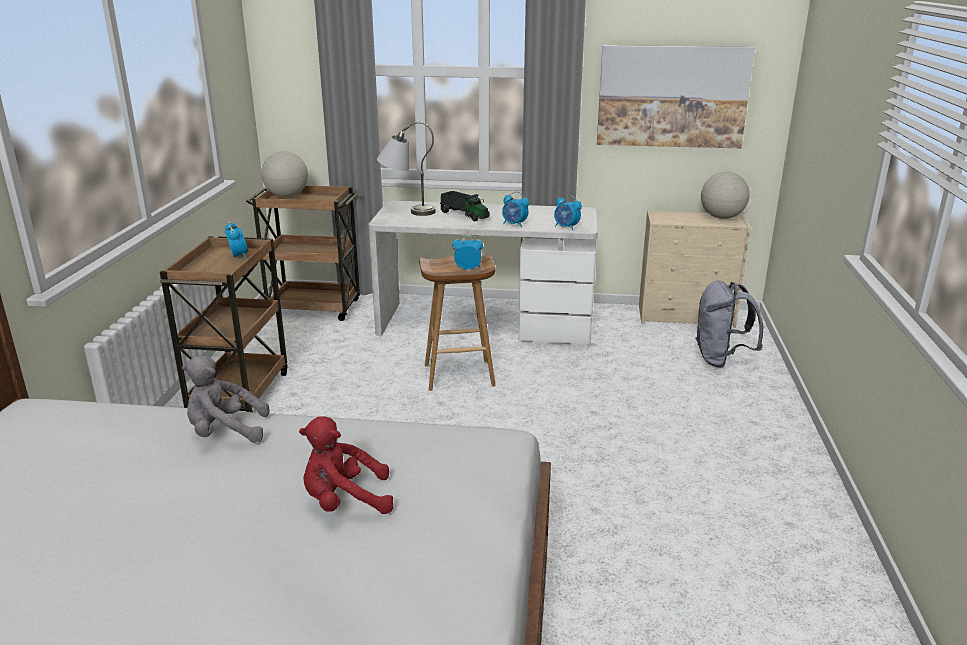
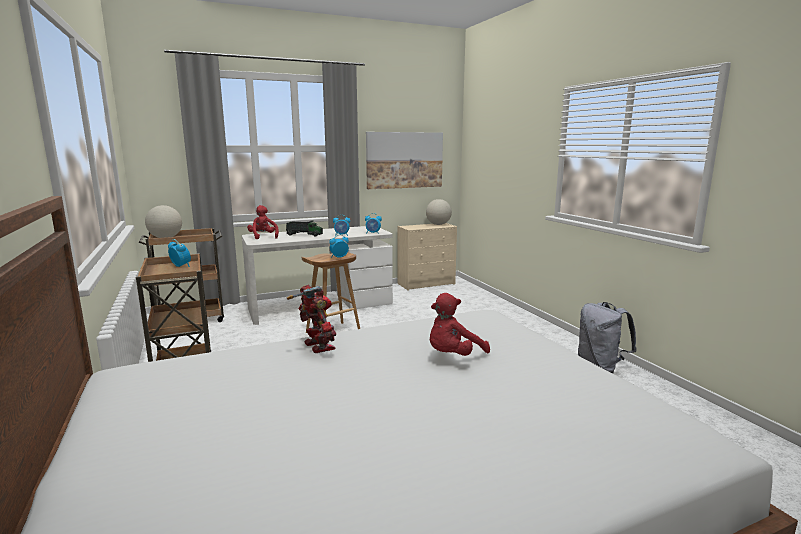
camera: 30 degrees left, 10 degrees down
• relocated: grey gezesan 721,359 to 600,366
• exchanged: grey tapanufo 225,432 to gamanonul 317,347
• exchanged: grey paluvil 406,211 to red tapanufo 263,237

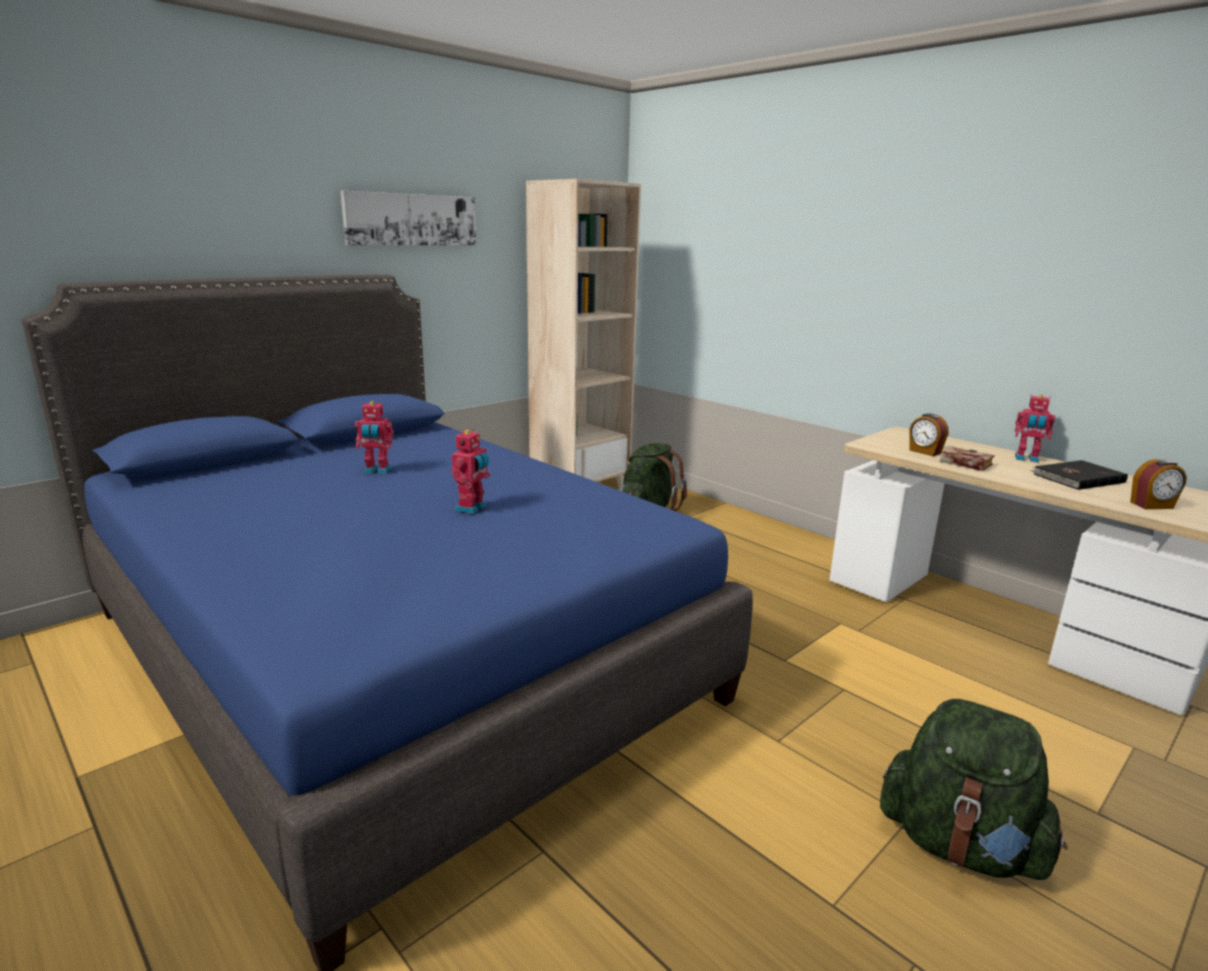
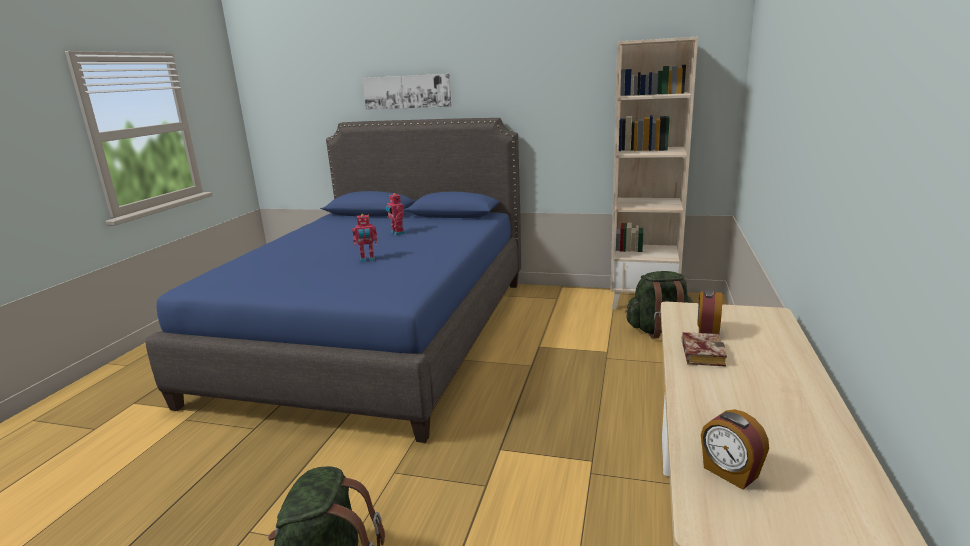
camera: 60 degrees right, 0 degrees up
• missing: gamanonul 1026,459
• missing: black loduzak 1076,478
• relocated: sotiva 411,220 to 407,92

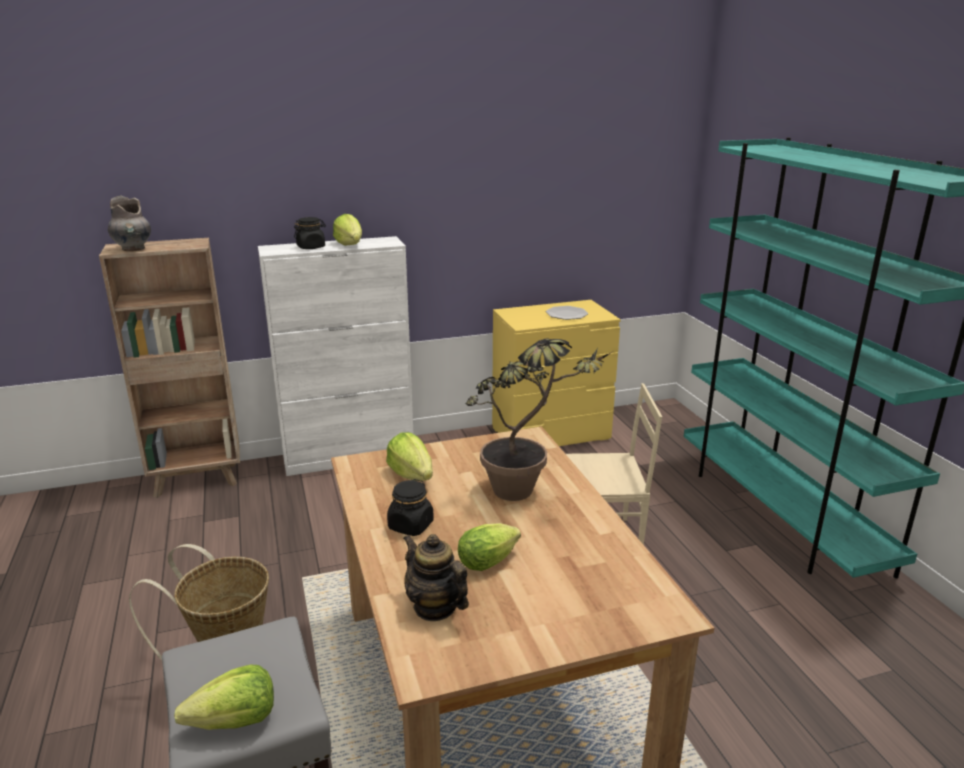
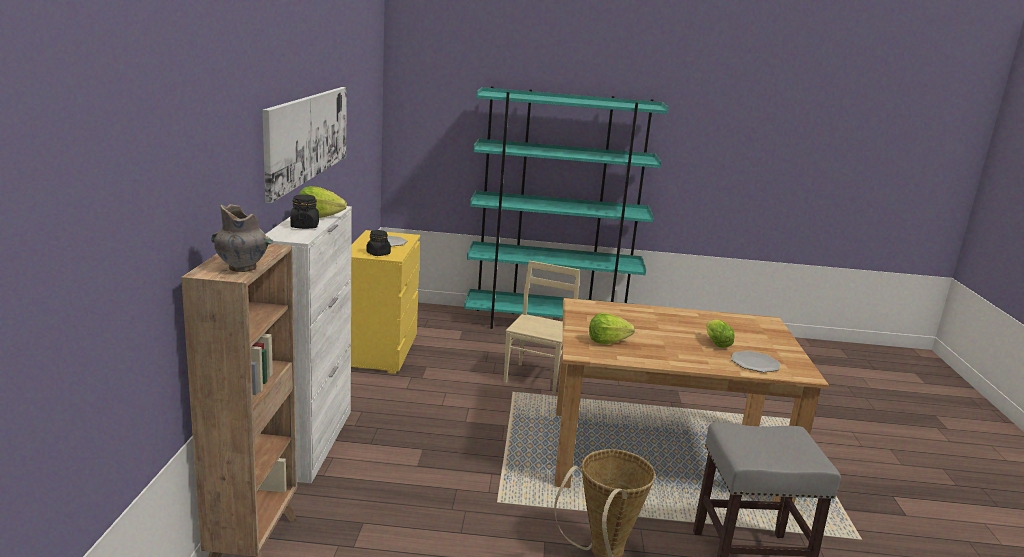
camera: 70 degrees left, 5 degrees down
• missing: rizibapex 235,722
• missing: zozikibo 527,493
• appeared: sotiva 308,137
• relocated: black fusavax 410,526 to 378,254
• exchanged: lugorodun 435,607 to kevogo 755,363

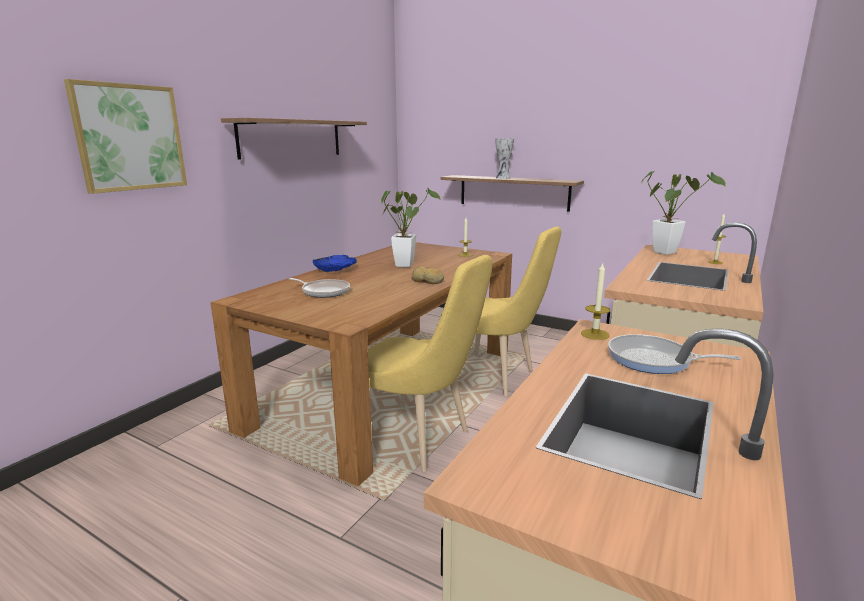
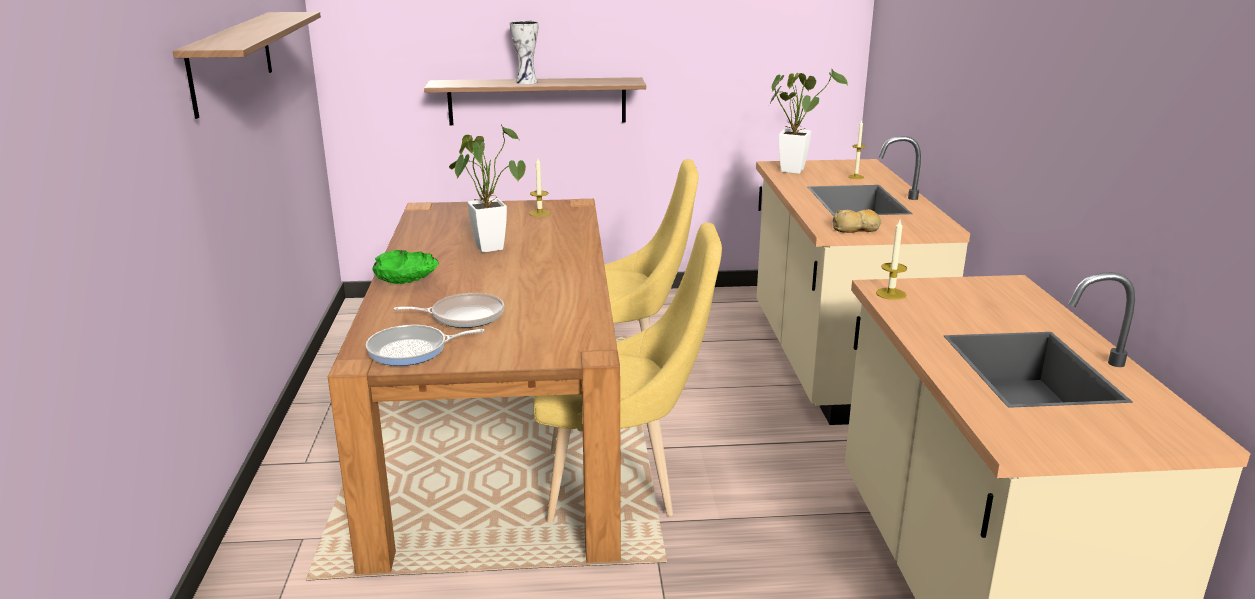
camera: 35 degrees left, 5 degrees up
• missing: sotiva 130,137
• relocated: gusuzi 427,281 to 856,229
• relocated: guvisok 654,360 to 412,350
• colour: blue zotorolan 335,270 to green zotorolan 405,277

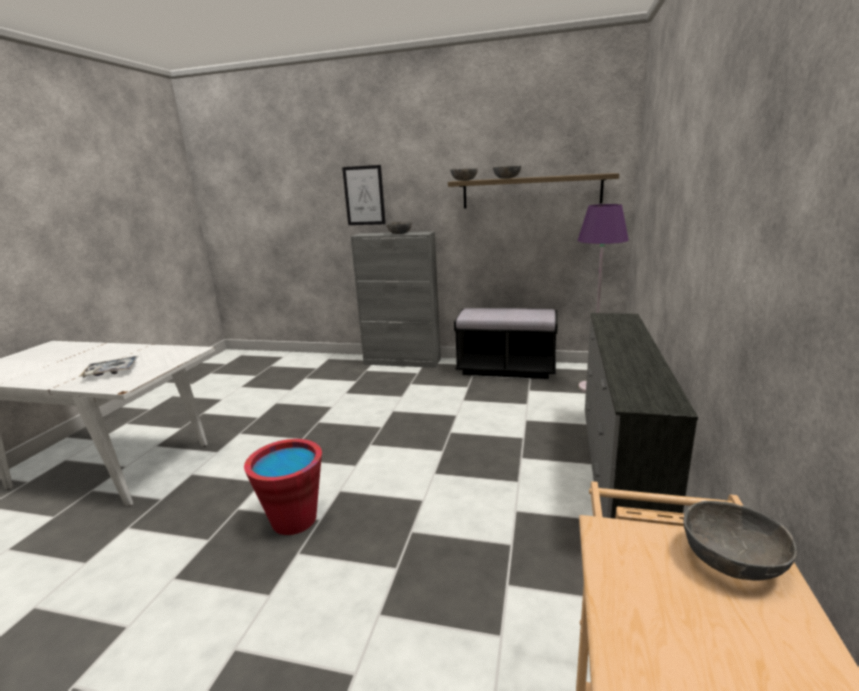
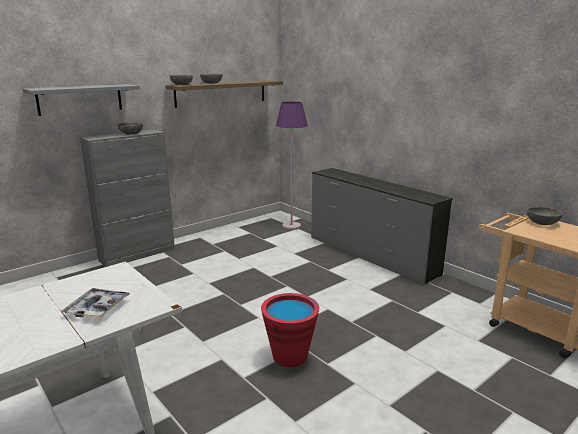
camera: 55 degrees left, 0 degrees up
• missing: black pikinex 506,369
• exchanged: sotiva 364,195 to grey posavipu 80,99

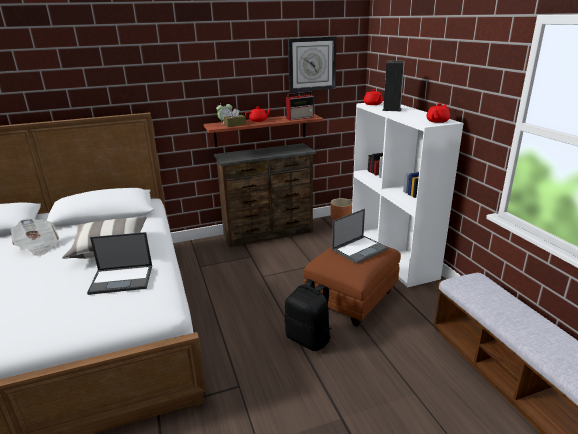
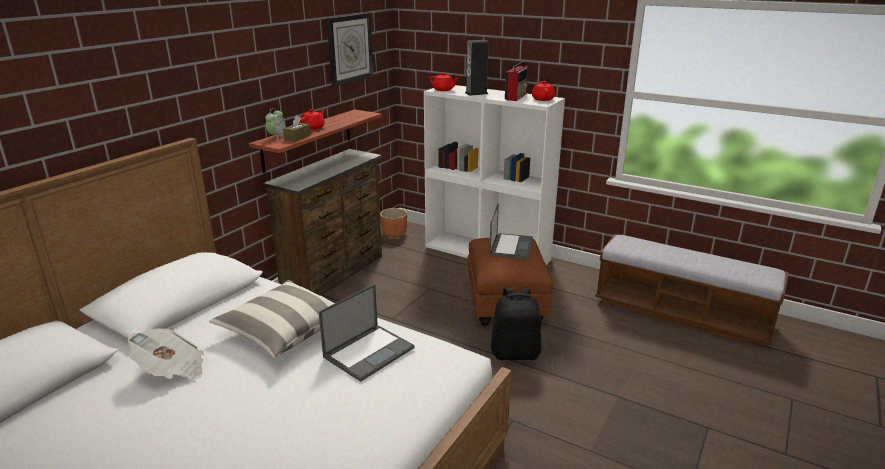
camera: 40 degrees left, 0 degrees up
• relocated: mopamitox 300,118 to 516,96

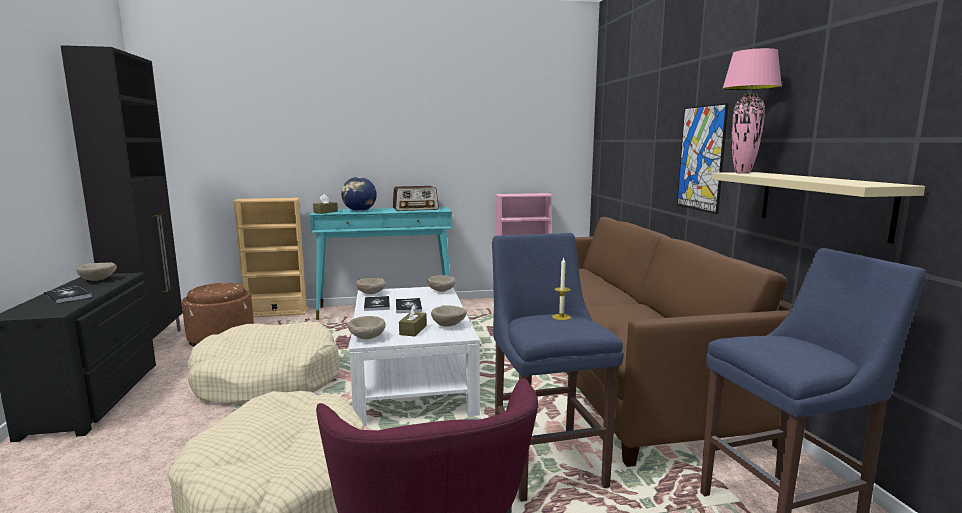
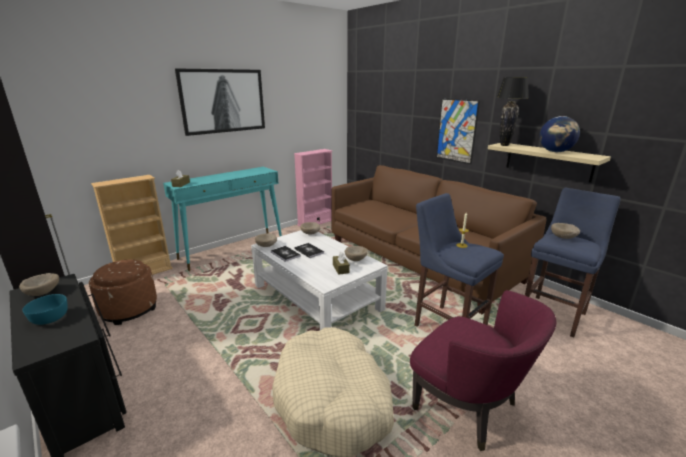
camera: 30 degrees left, 10 degrees up
• missing: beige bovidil 268,380
• missing: mopamitox 415,209
• appeared: sotiva 223,101
• relocated: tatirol 359,211 to 555,152
• relocated: beige zotorolan 366,338 to 563,238
• exchanged: loduzak 67,296 to turquoise zotorolan 49,317
• colour: pink paluvil 742,173 to black paluvil 504,145

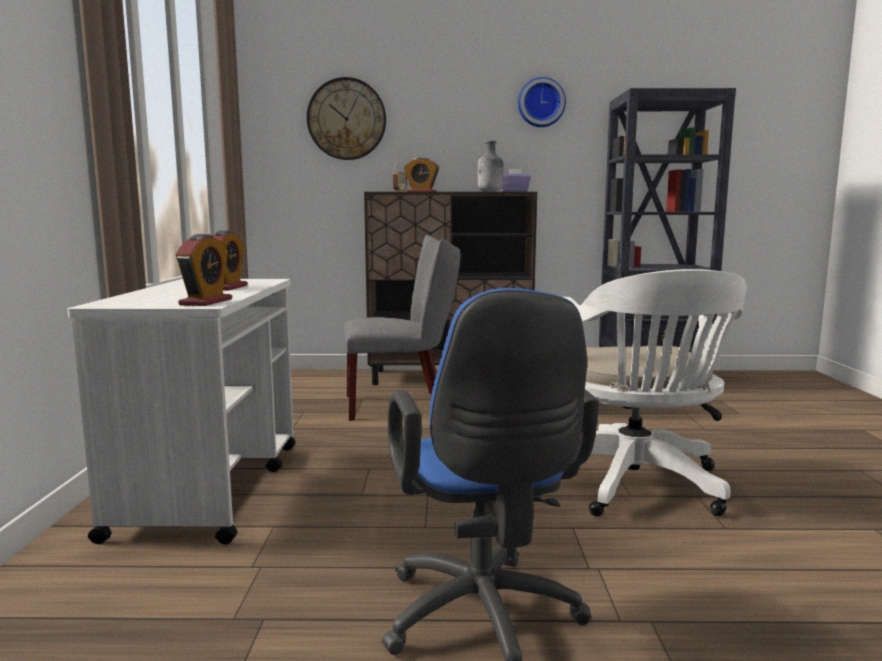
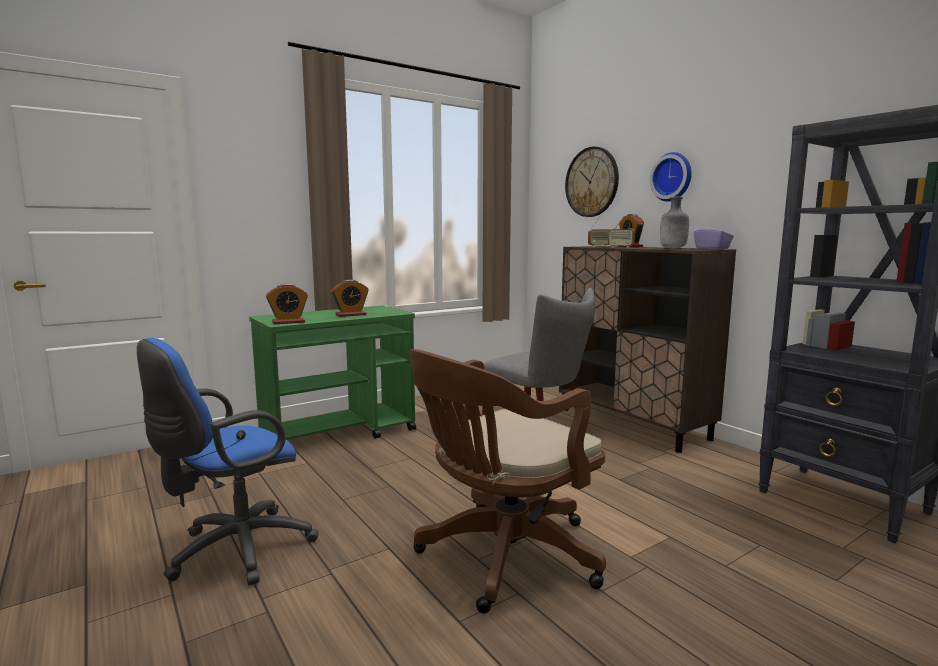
camera: 55 degrees right, 0 degrees up
• appeared: mopamitox 620,247
• relocated: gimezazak 541,103 to 672,177
• colour: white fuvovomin 211,487 to green fuvovomin 339,433
• colour: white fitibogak 636,486 to brown fitibogak 502,557

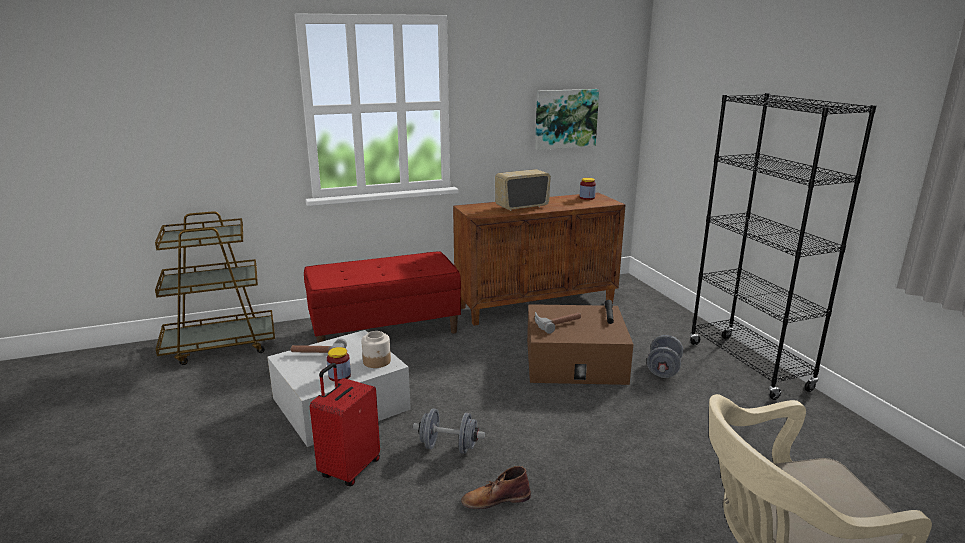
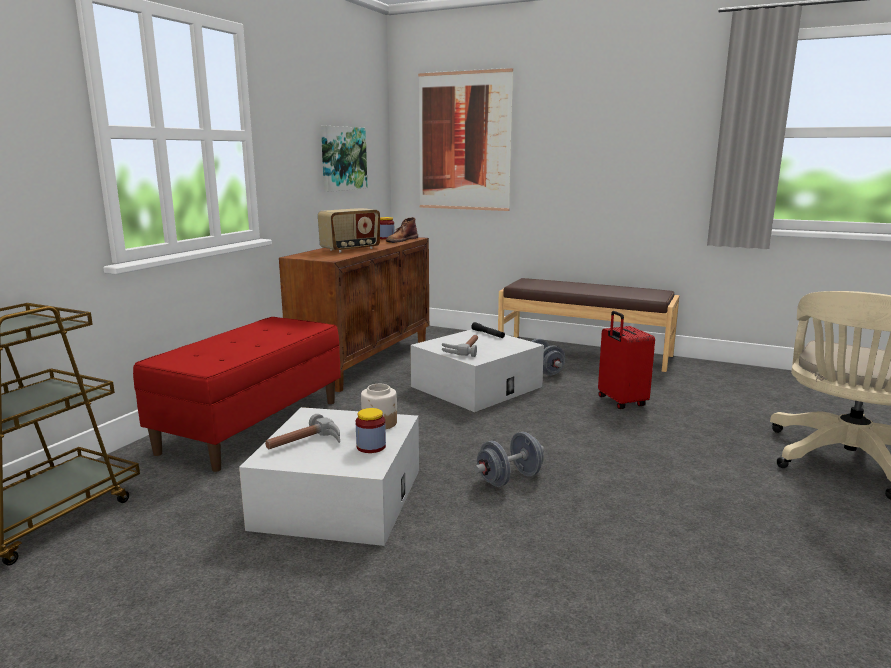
camera: 45 degrees left, 5 degrees down
• appeared: sotiva 464,141
• relocated: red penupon 349,469 to 620,402
• relocated: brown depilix 495,499 to 401,240
• exchanged: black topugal 748,366 to brown pikinex 584,352
• colour: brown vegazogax 575,361 to white vegazogax 476,386
• spun: mopamitox 521,207 = 351,249 150 degrees counterclockwise

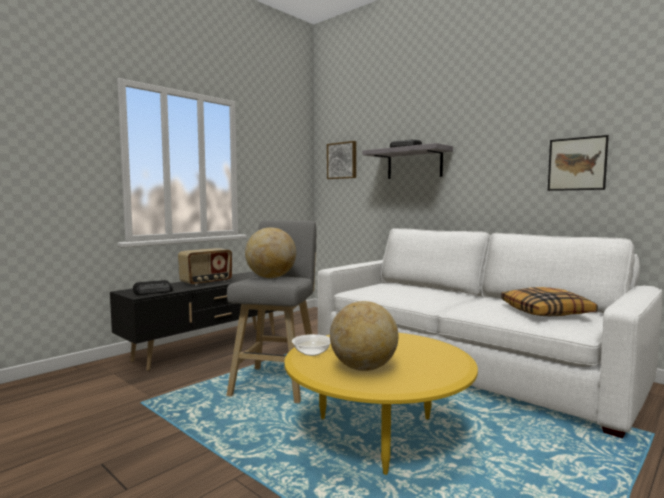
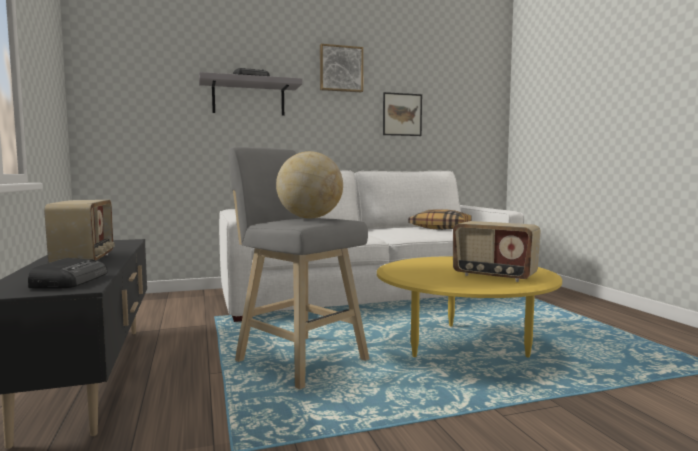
camera: 60 degrees left, 0 degrees up
• missing: zotorolan 311,352
• relocated: sotiva 342,160 to 340,69
• exchanged: tatirol 363,368 to mopamitox 494,276

